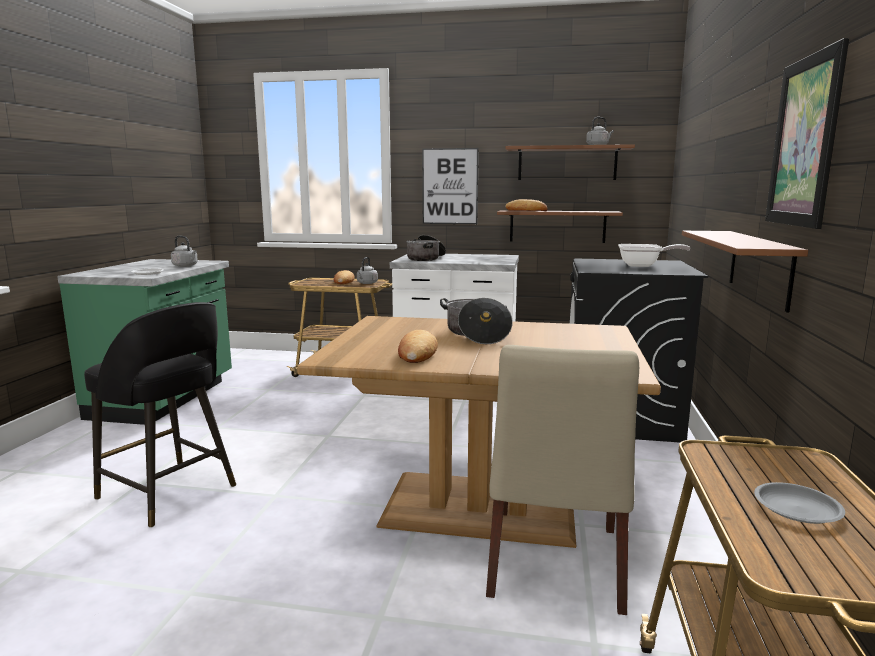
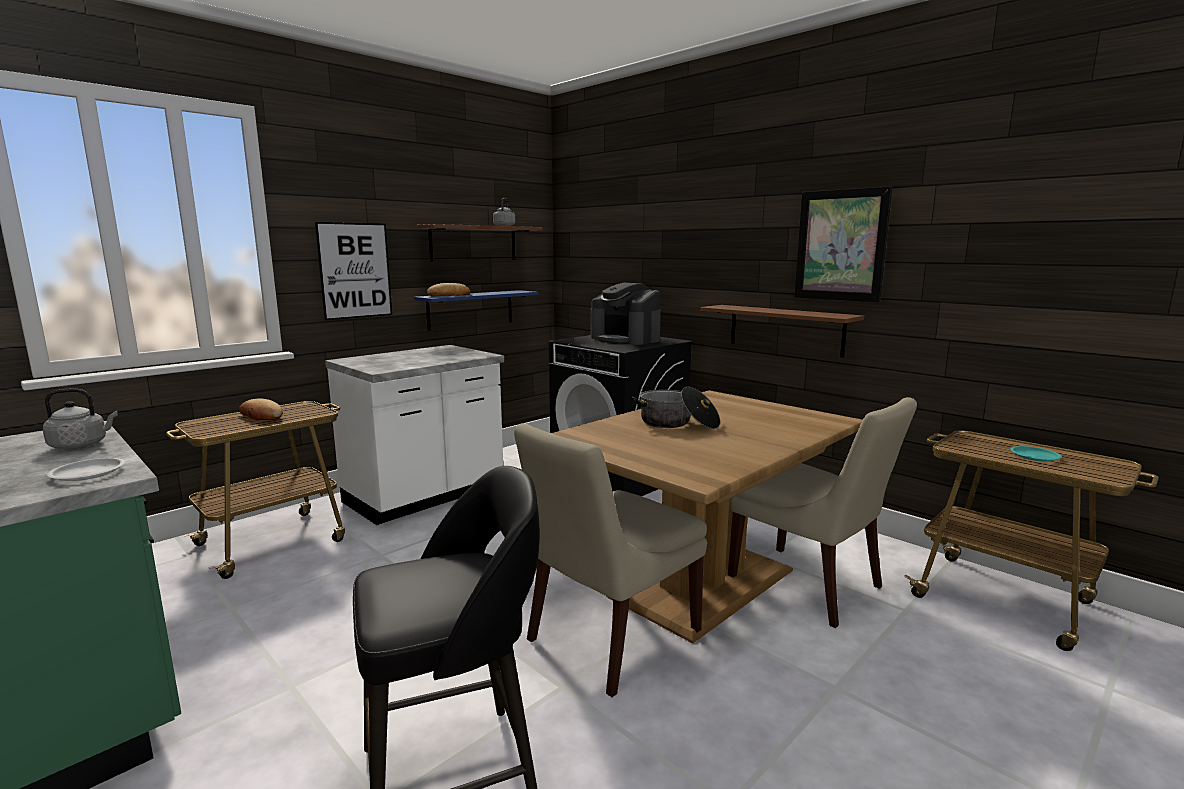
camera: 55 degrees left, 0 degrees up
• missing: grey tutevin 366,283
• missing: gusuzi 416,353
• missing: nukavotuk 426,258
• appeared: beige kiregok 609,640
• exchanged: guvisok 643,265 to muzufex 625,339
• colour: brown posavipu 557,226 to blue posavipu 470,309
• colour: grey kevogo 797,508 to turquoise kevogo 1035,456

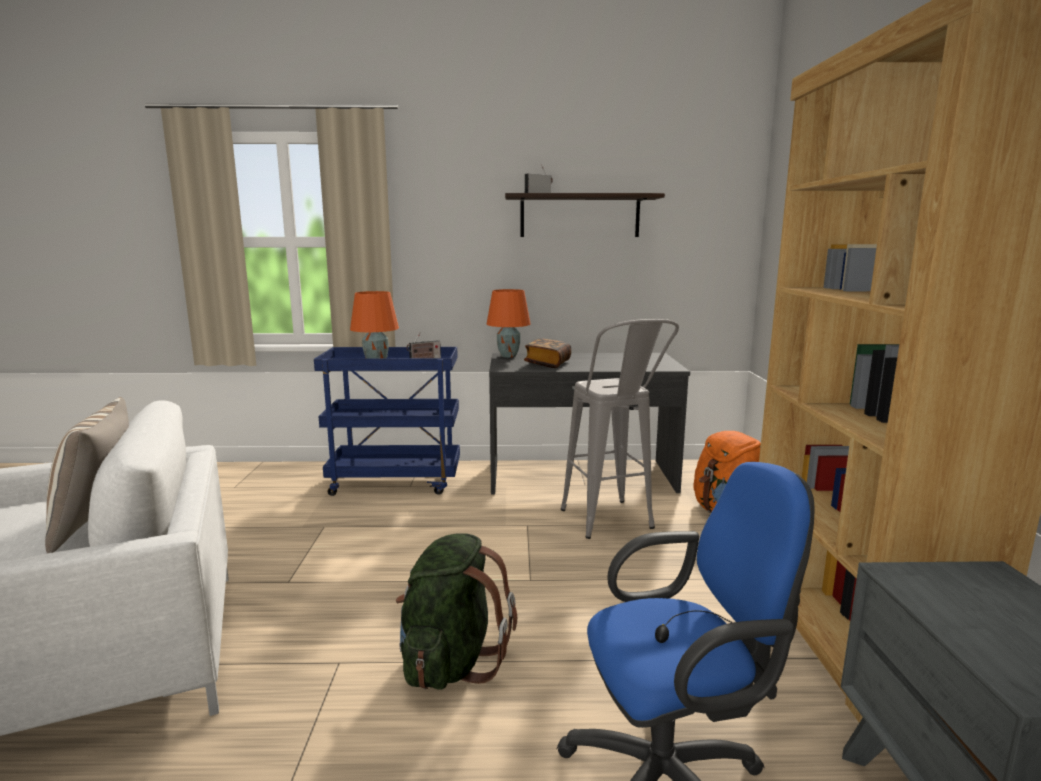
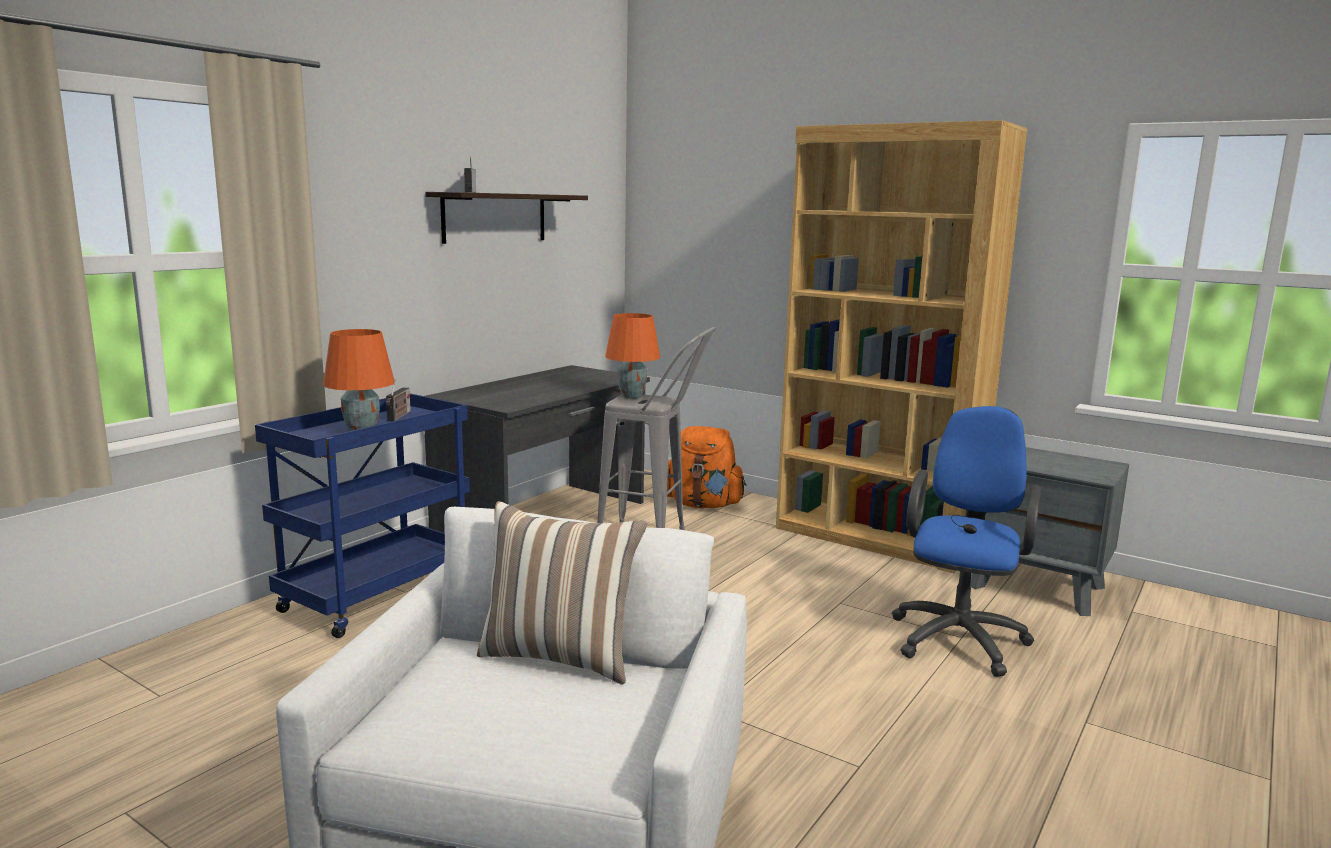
camera: 55 degrees left, 0 degrees up
• missing: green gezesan 451,661
• missing: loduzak 547,363
• relocated: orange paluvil 508,356 to 632,397

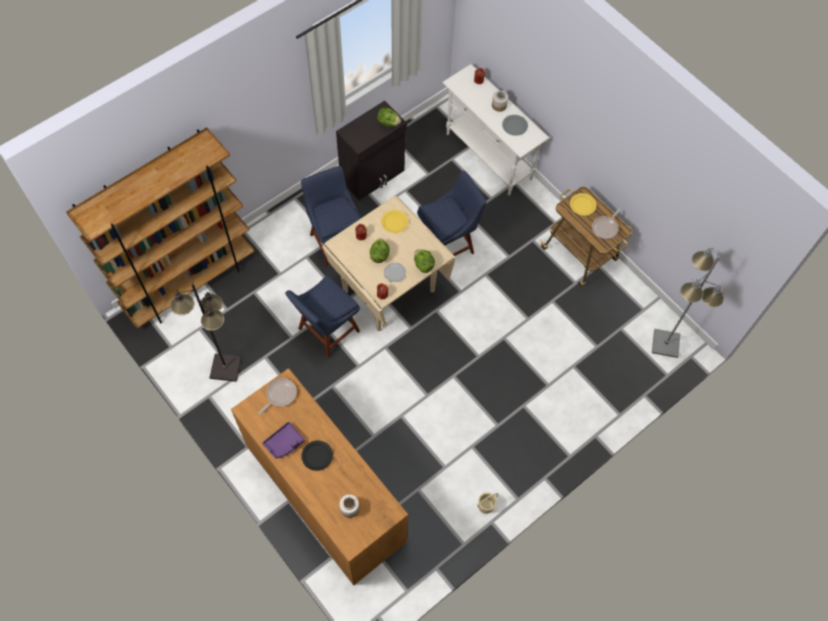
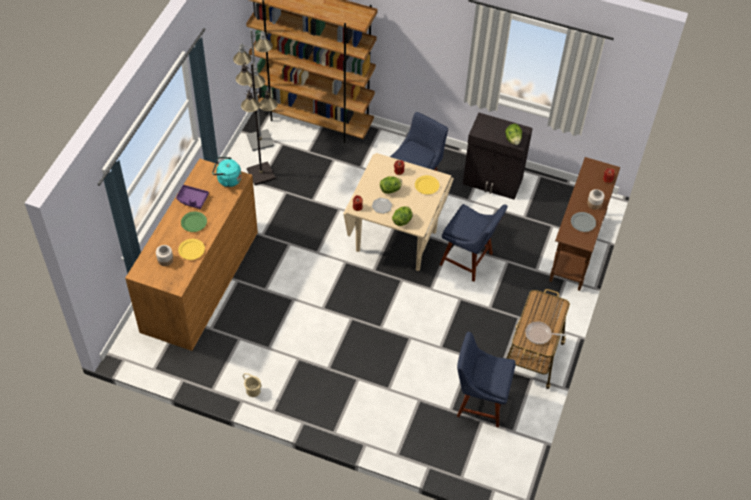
camera: 60 degrees right, 10 degrees down
• relocated: blue kiregok 326,332 to 479,402
• relocated: yellow kevogo 582,205 to 191,250
• relocated: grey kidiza 666,343 to 260,141
• exchanged: guvisok 280,395 to turquoise tutevin 227,179
• colour: black kevogo 317,456 to green kevogo 194,222
• colour: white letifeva 488,156 to brown letifeva 576,250

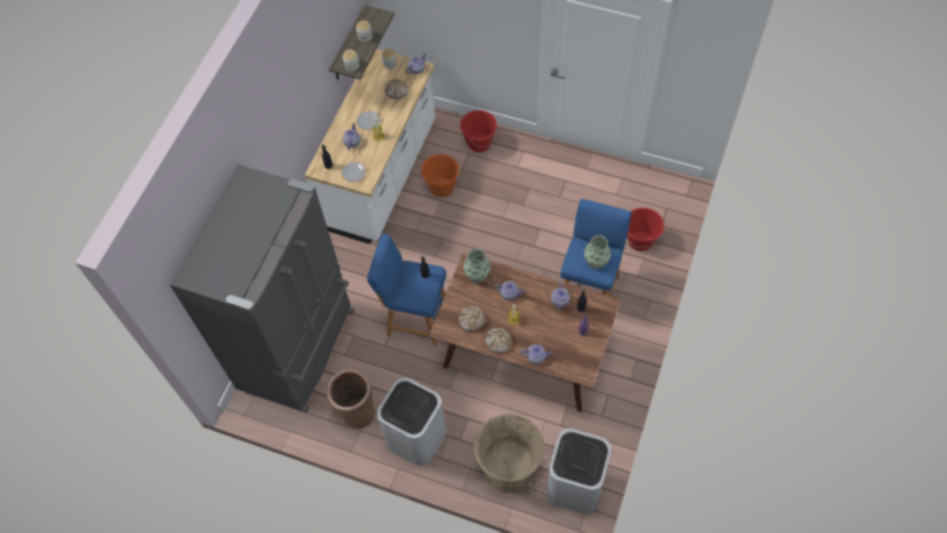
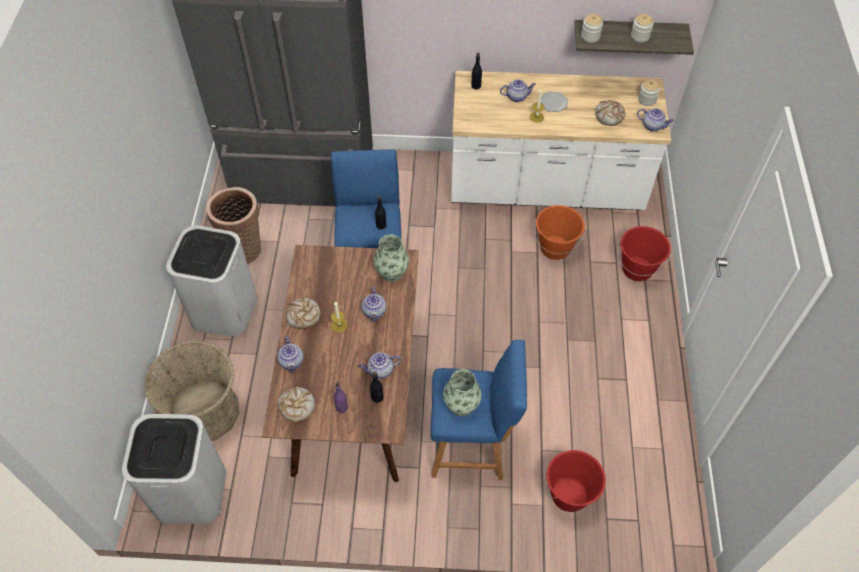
camera: 70 degrees right, 5 degrees down
• missing: kevogo 353,172
• relocated: gusuzi 471,320 to 296,406

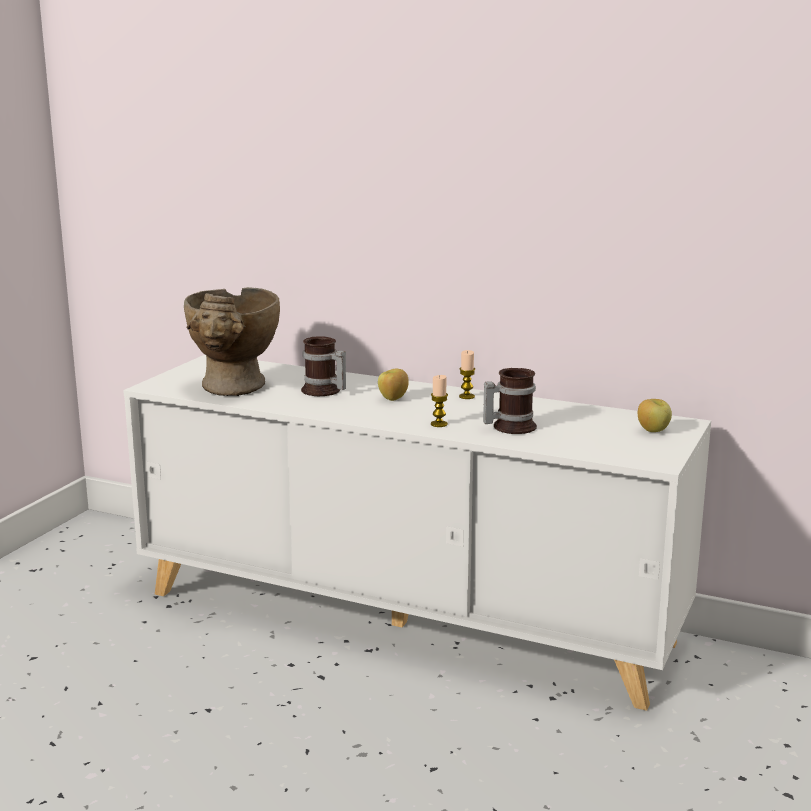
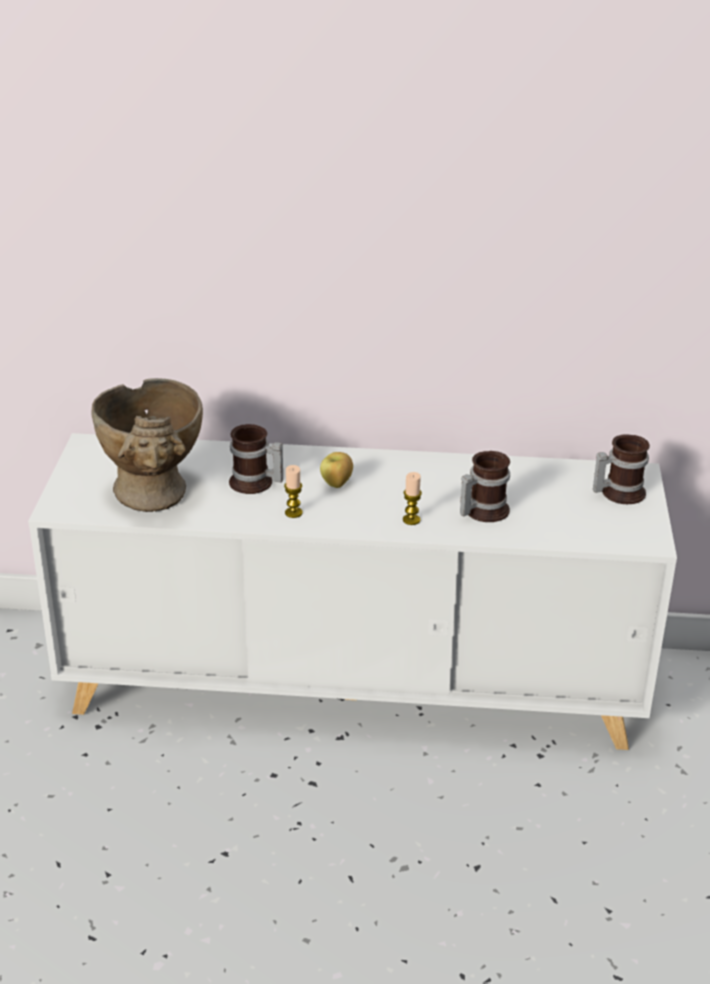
camera: 20 degrees left, 15 degrees up
• relocated: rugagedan 466,396 to 293,513
• exchanged: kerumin 653,431 to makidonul 618,492

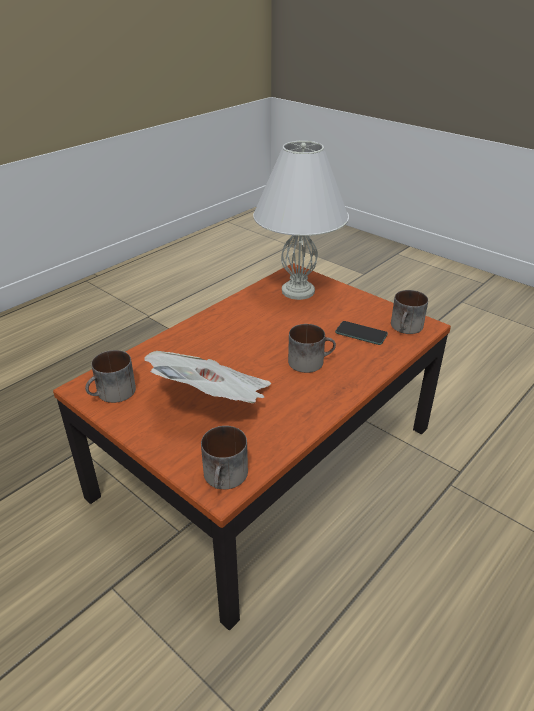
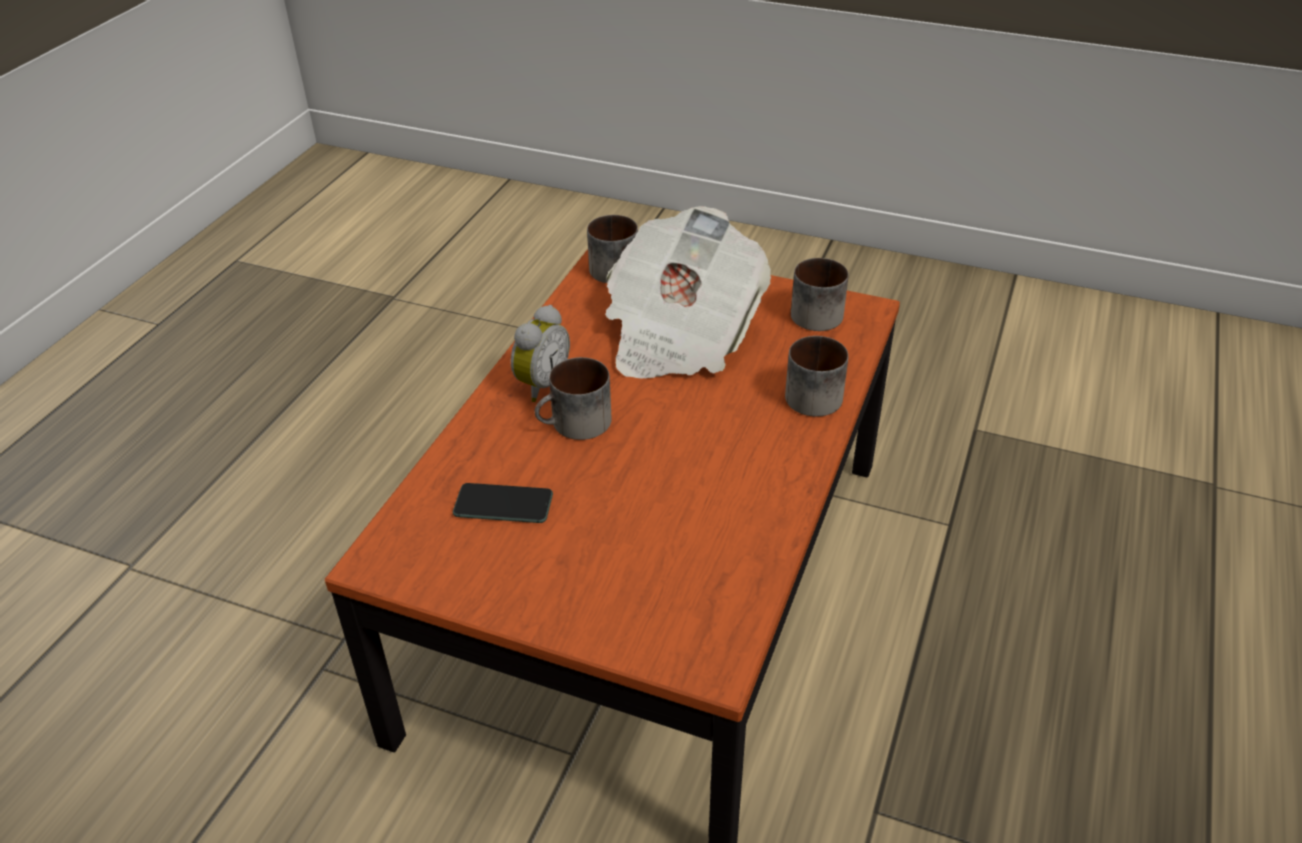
camera: 160 degrees right, 5 degrees up
• missing: white paluvil 297,291
• appeared: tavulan 540,384
• relocated: makidonul 407,328 to 811,393

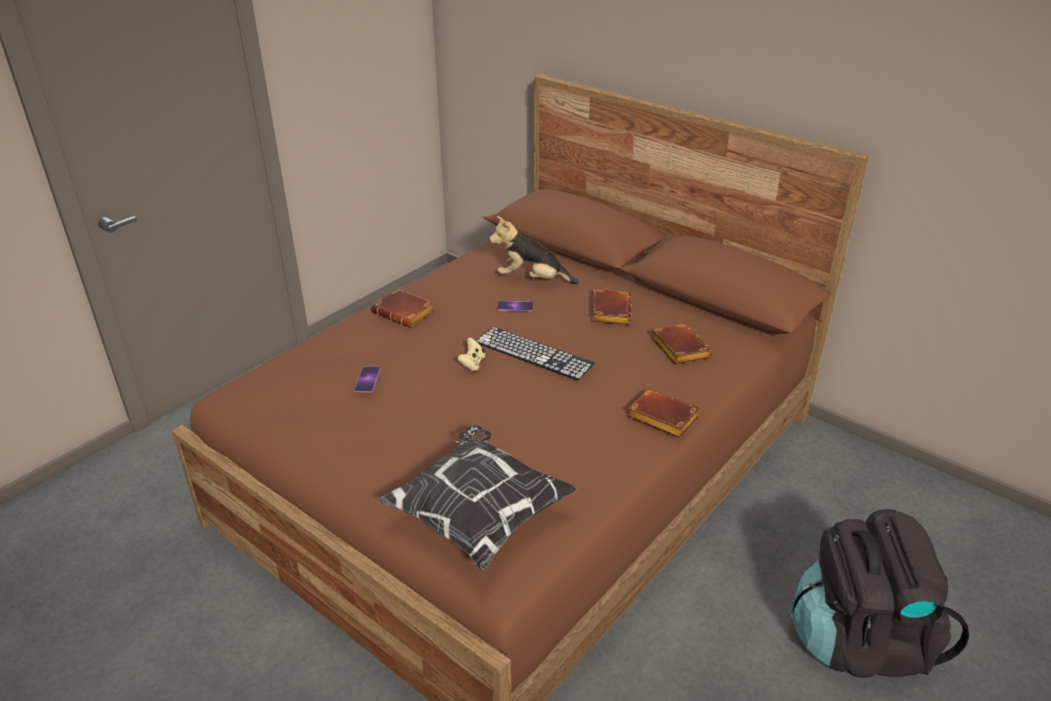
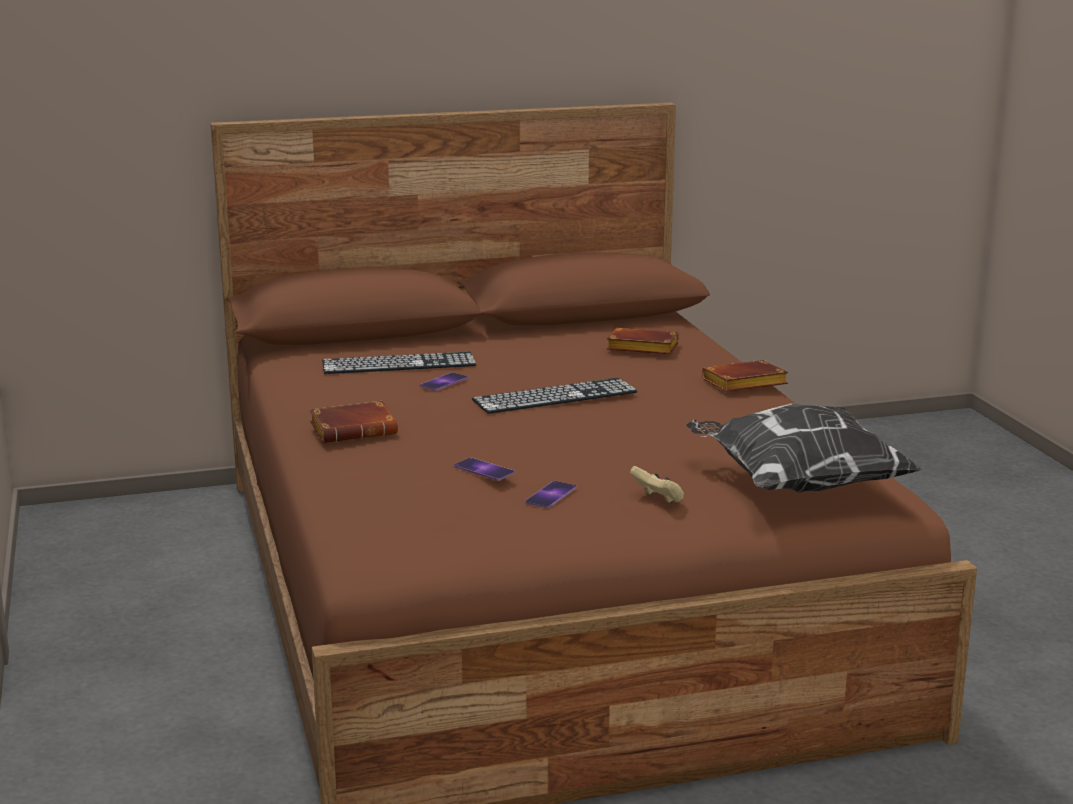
camera: 55 degrees left, 15 degrees down
• missing: brown loduzak 609,310
• missing: black gezesan 860,641
• appeared: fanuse 551,495
• relocated: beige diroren 472,363 to 658,499
• exchanged: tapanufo 532,279 to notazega 399,363

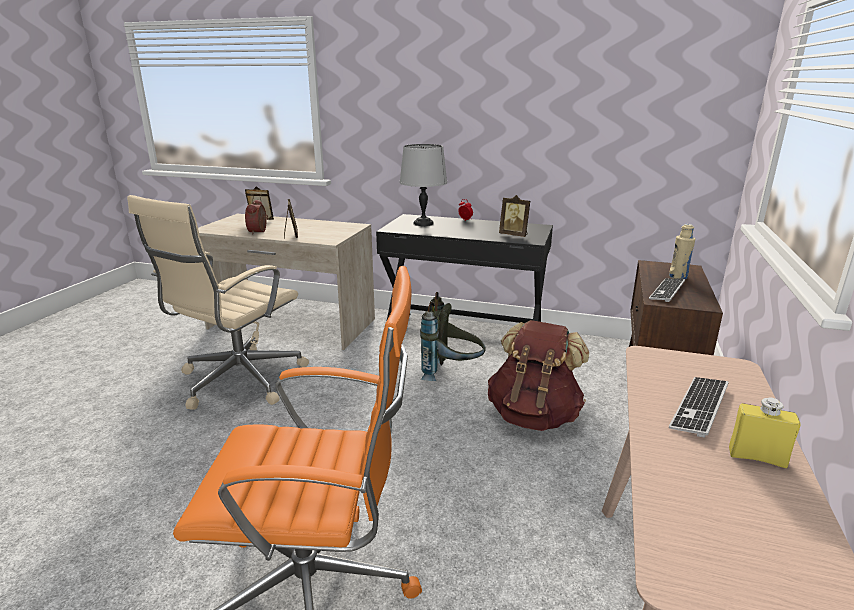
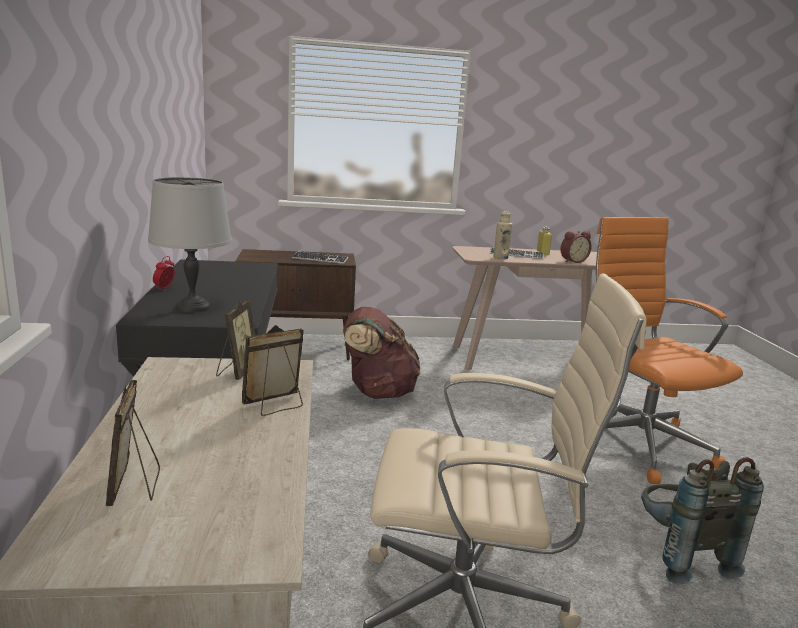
camera: 115 degrees left, 5 degrees down
• relocated: tavulan 259,231 to 572,261
• relocated: grey gezesan 451,374 to 679,555
• relocated: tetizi 514,235 to 237,371
• relocated: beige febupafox 678,277 to 500,258

